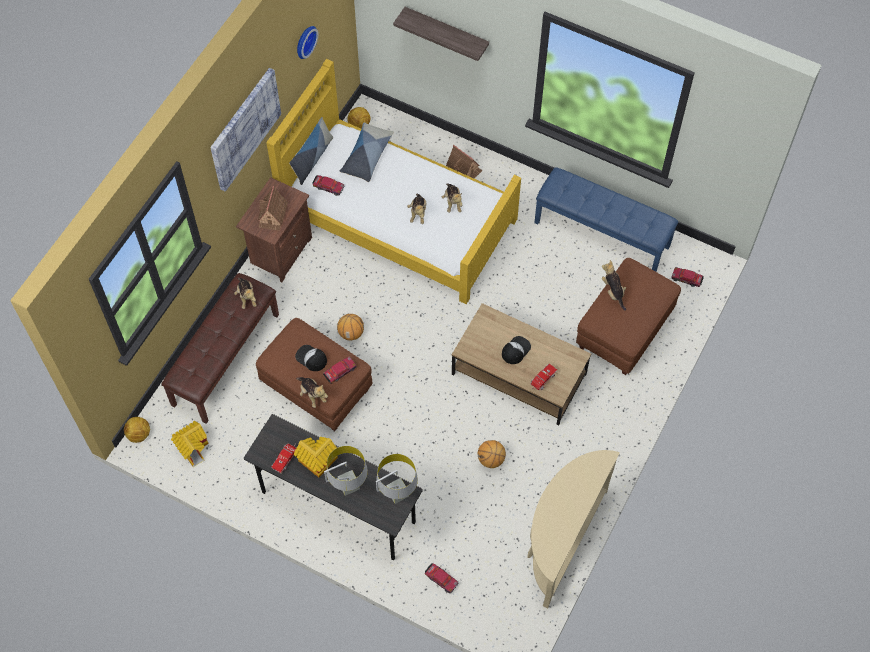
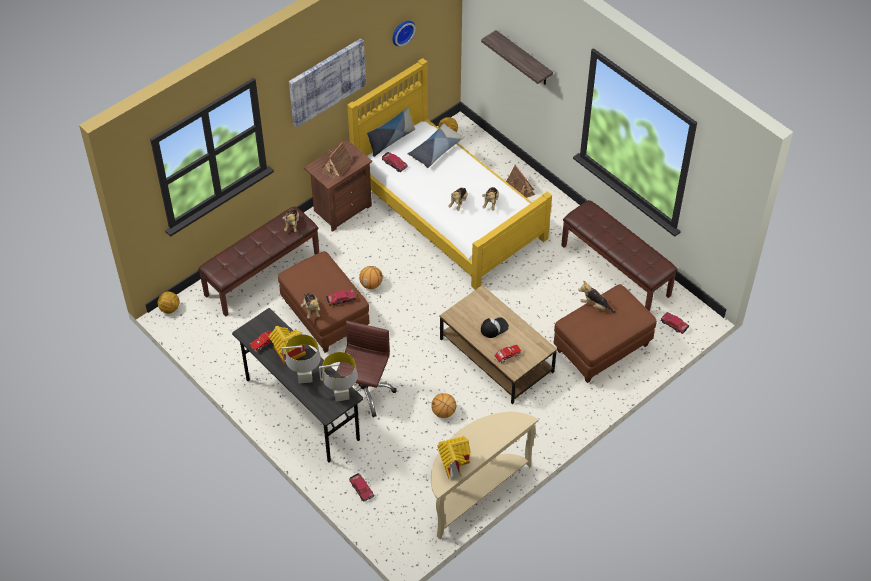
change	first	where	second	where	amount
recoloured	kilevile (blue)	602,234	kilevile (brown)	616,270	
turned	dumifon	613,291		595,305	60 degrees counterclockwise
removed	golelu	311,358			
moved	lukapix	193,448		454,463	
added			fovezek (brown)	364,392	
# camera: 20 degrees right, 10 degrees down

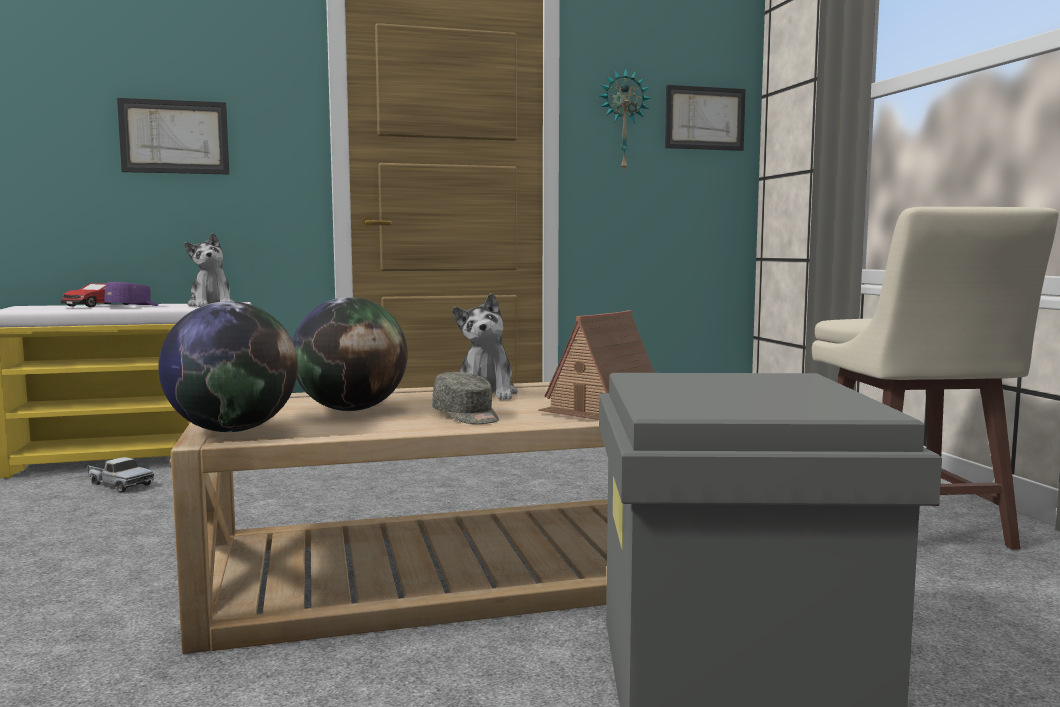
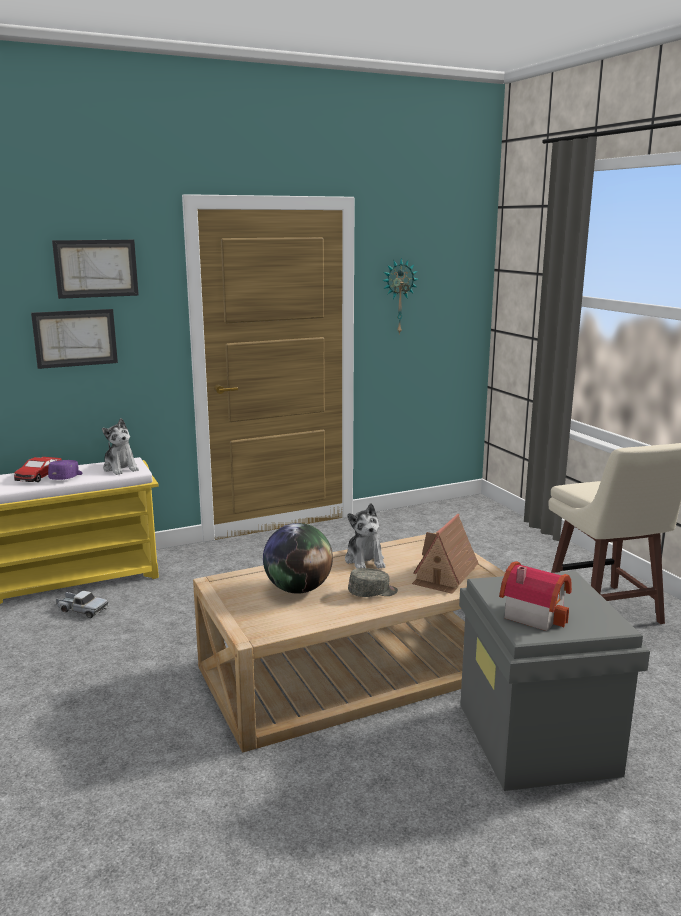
change	first	where	second	where	amount
moved	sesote	704,118		96,268	
removed	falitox	232,430			
turned	golelu (grey)	467,416		373,592	60 degrees counterclockwise
added			lukapix	533,613	
# camera: 10 degrees left, 10 degrees up

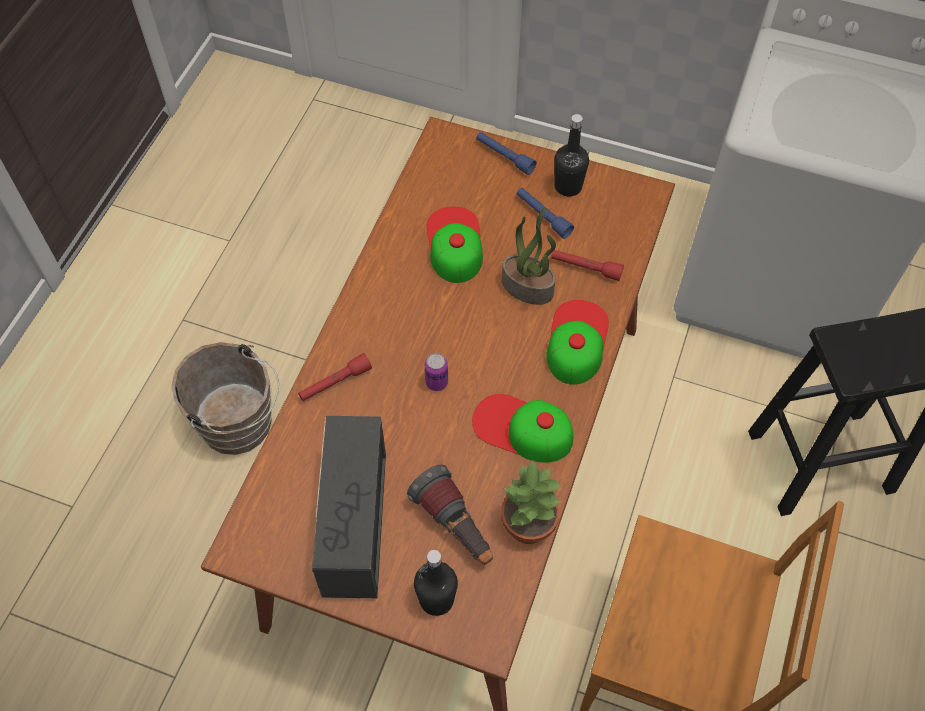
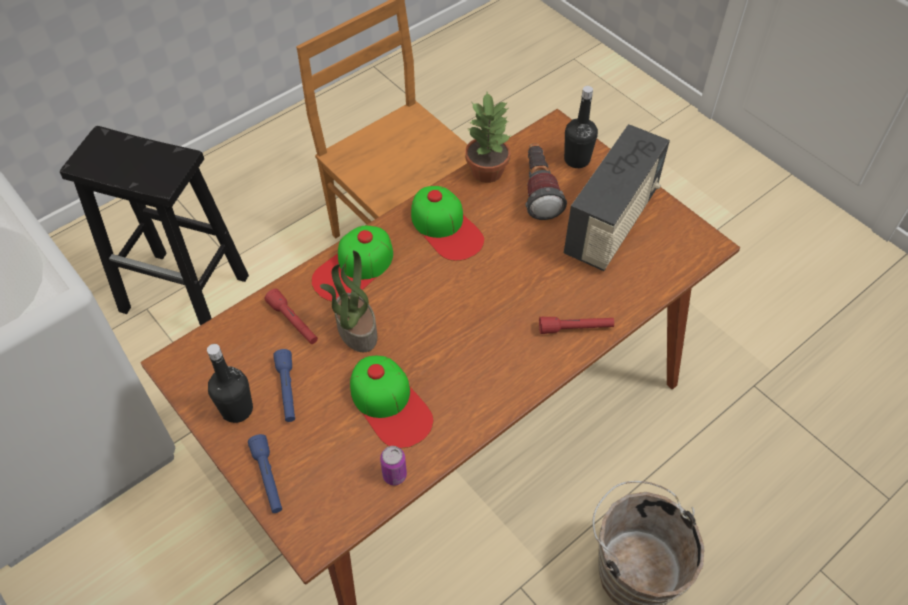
change	first	where	second	where	amount
turned	golelu	454,244		390,404	60 degrees counterclockwise
moved	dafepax	436,382		394,475	
# camera: 150 degrees left, 5 degrees down

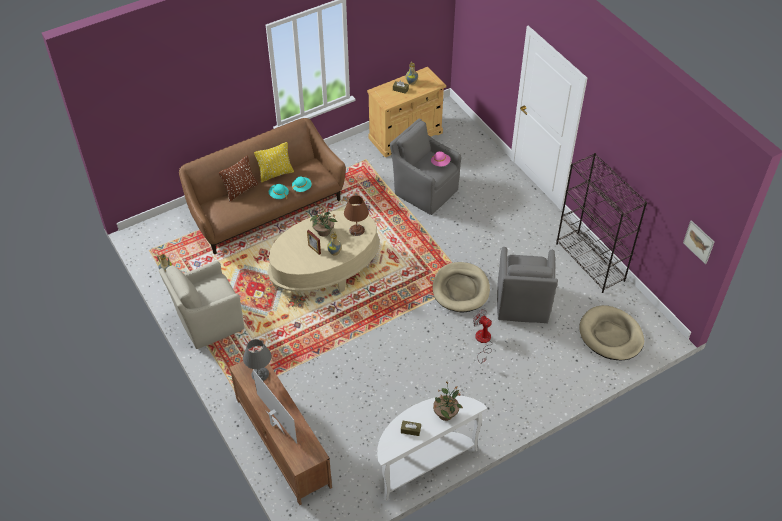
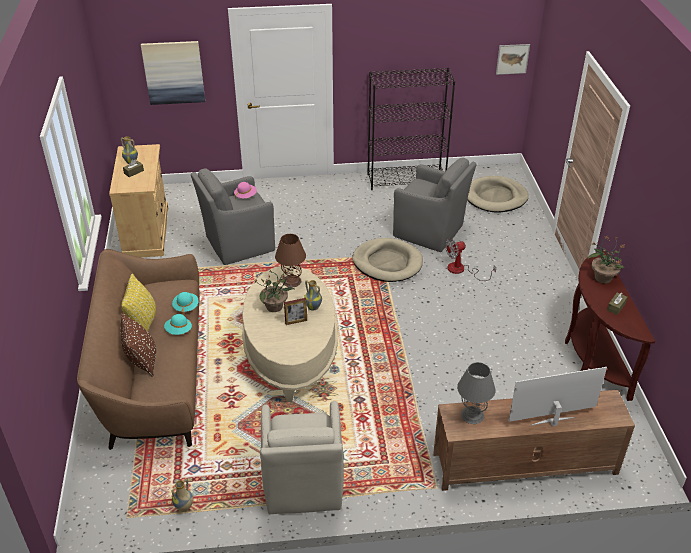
change	first	where	second	where	amount
recoloured	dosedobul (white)	424,462	dosedobul (brown)	593,357	
added			sesote	173,72	
# camera: 65 degrees left, 10 degrees down

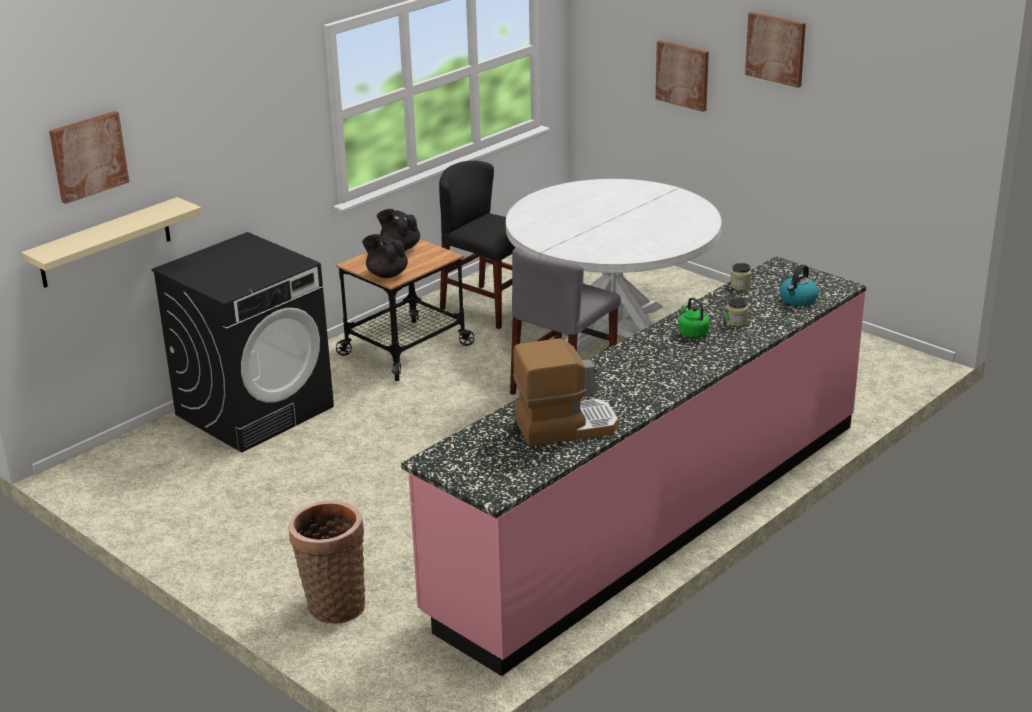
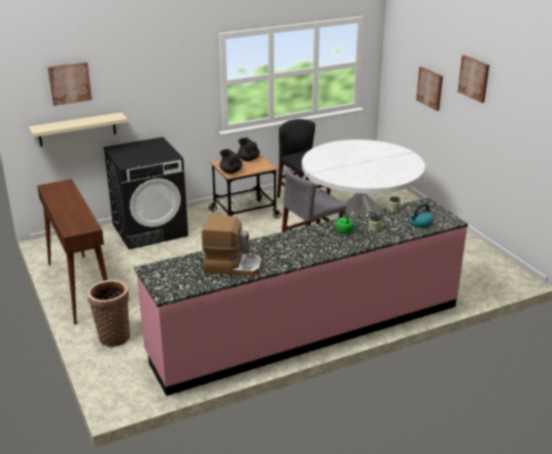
change	first	where	second	where	amount
added			dosedobul (brown)	79,287	
# camera: 20 degrees right, 0 degrees up

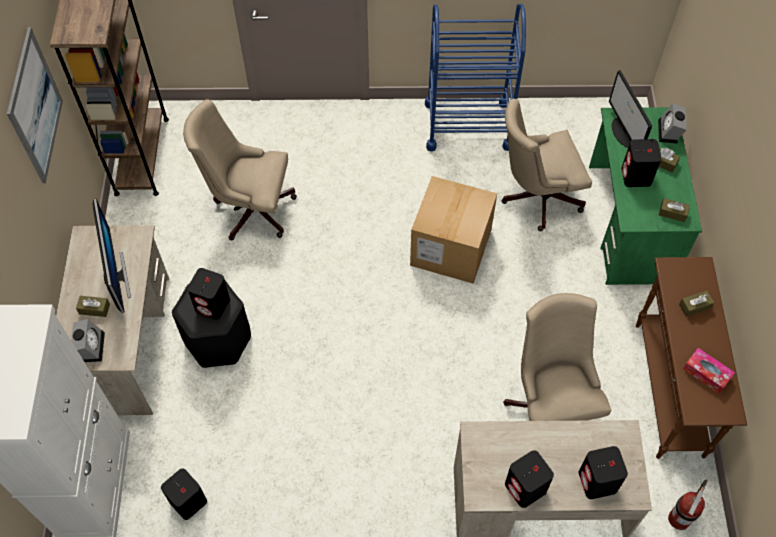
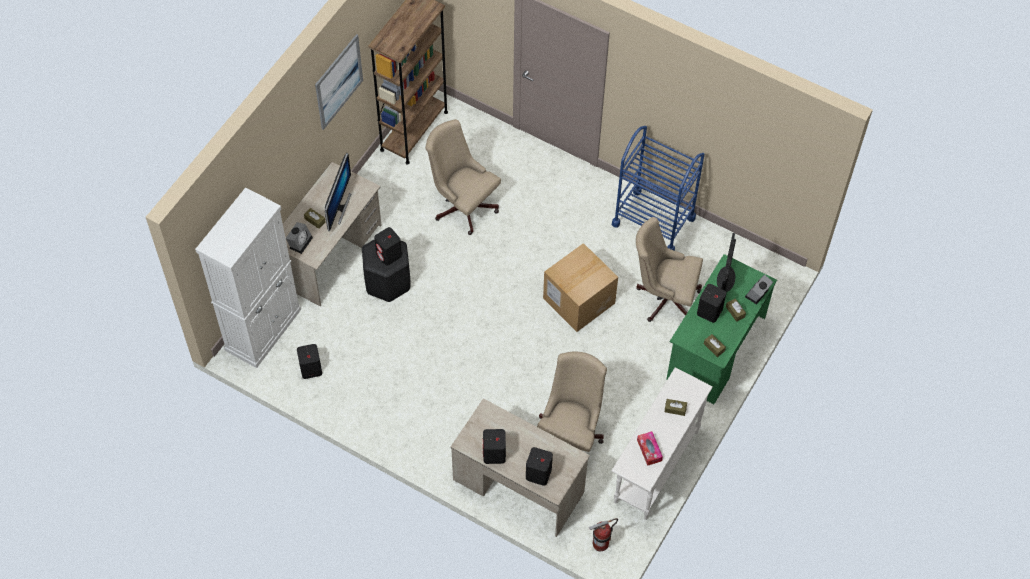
change	first	where	second	where	amount
recoloured	dosedobul (brown)	668,389	dosedobul (white)	655,467	
# camera: 30 degrees right, 0 degrees up

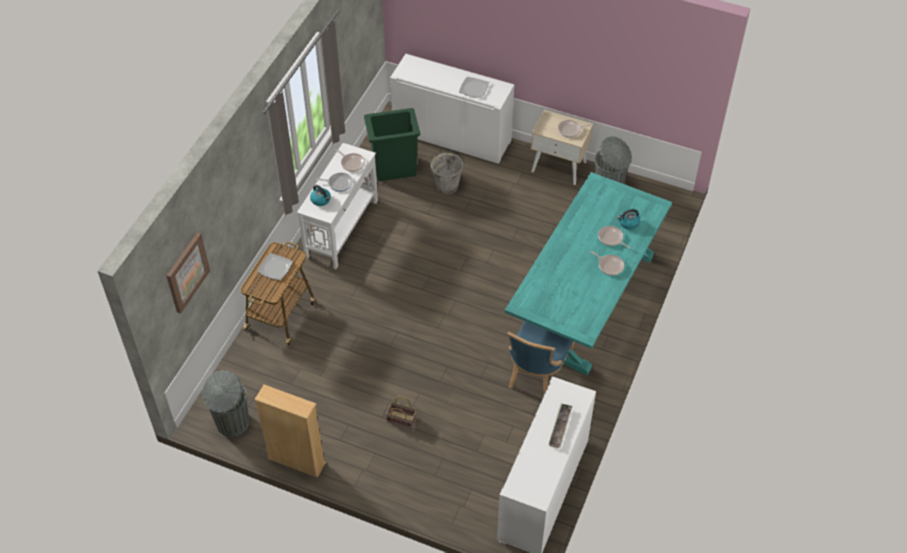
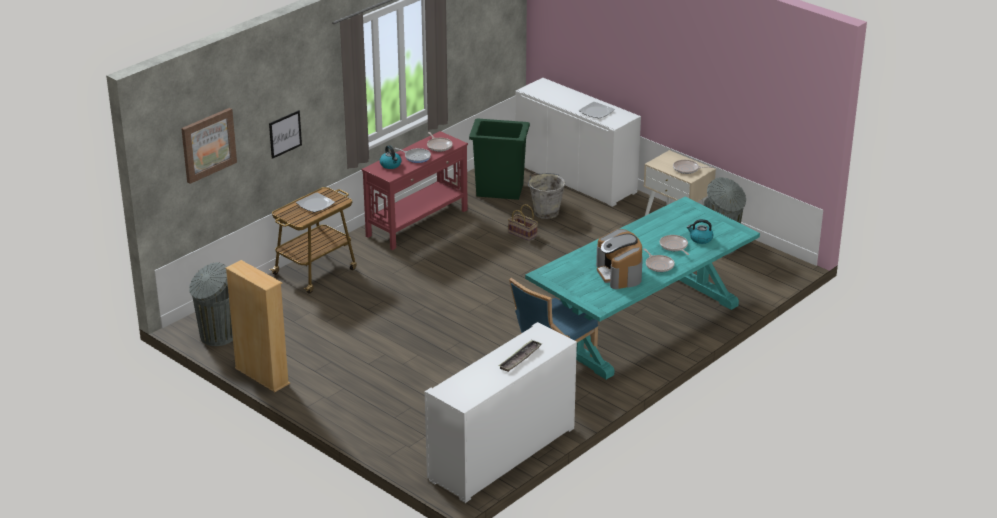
change	first	where	second	where	amount
recoloured	dosedobul (white)	342,229	dosedobul (red)	418,223	
moved	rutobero	402,419		523,234	
added			sesote	285,134	
added			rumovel	619,274	
# camera: 20 degrees right, 20 degrees down

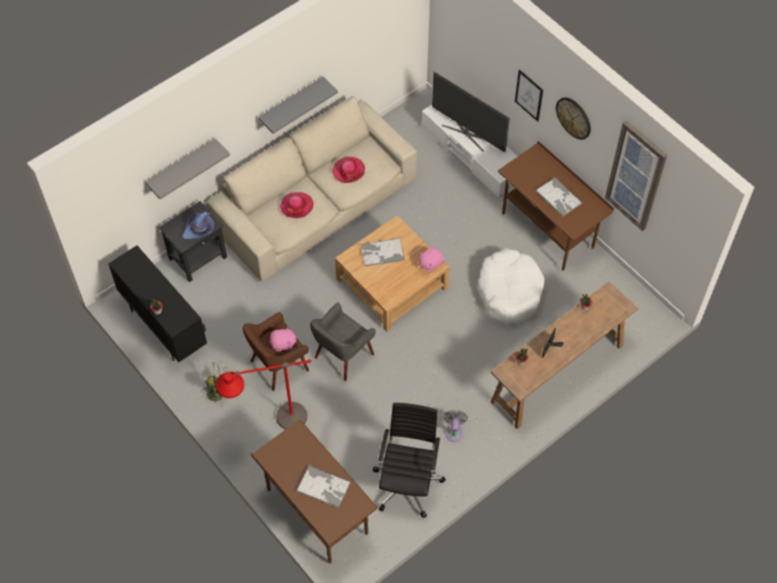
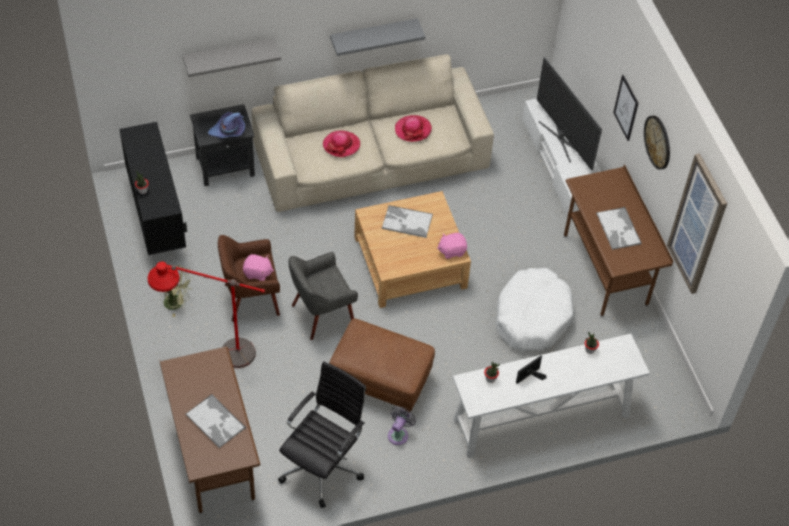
change	first	where	second	where	amount
recoloured	dosedobul (brown)	556,374	dosedobul (white)	540,418	
added			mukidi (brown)	380,381	
# camera: 20 degrees right, 5 degrees down

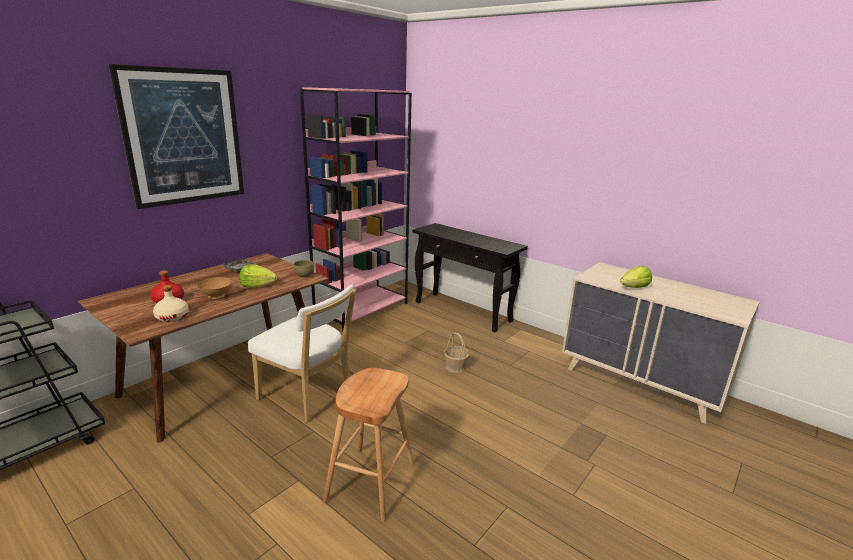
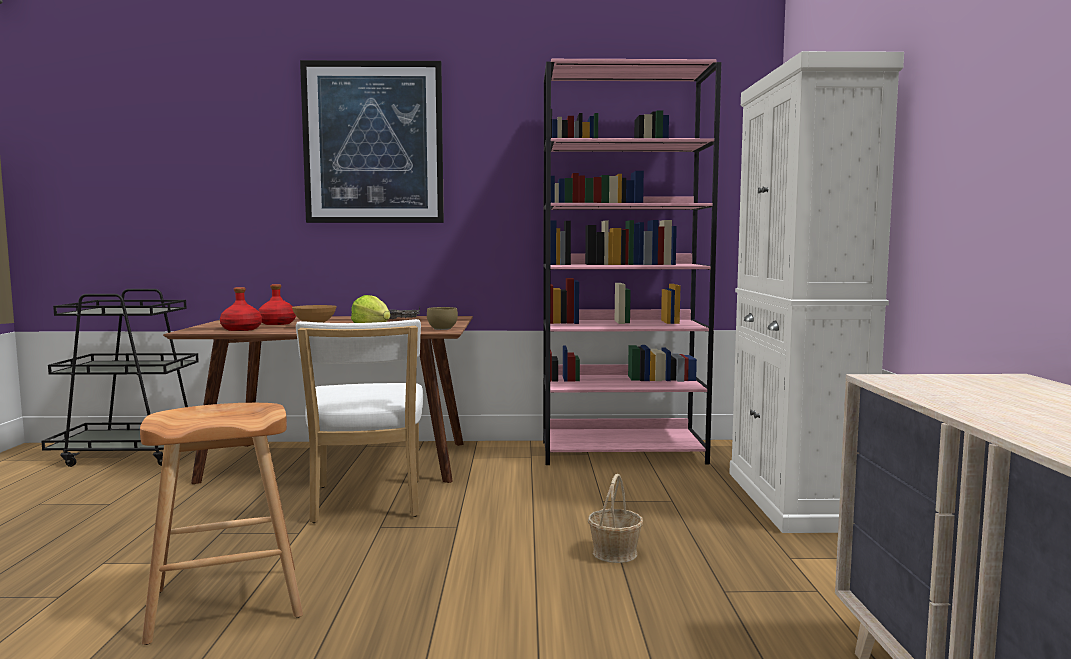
change	first	where	second	where	amount
replaced	dosedobul (black)	463,312	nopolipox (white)	794,500	
removed	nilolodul	634,287			
recoloured	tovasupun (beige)	172,317	tovasupun (red)	242,329	
# camera: 50 degrees right, 15 degrees down

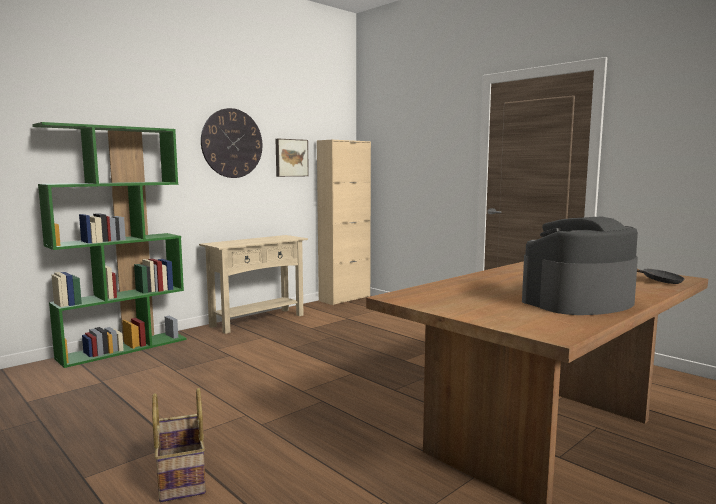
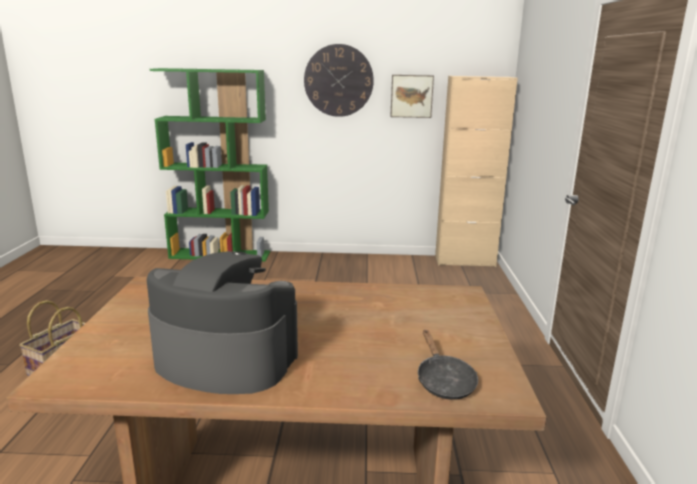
change	first	where	second	where	amount
removed	dosedobul (beige)	258,320			
# camera: 45 degrees right, 10 degrees up

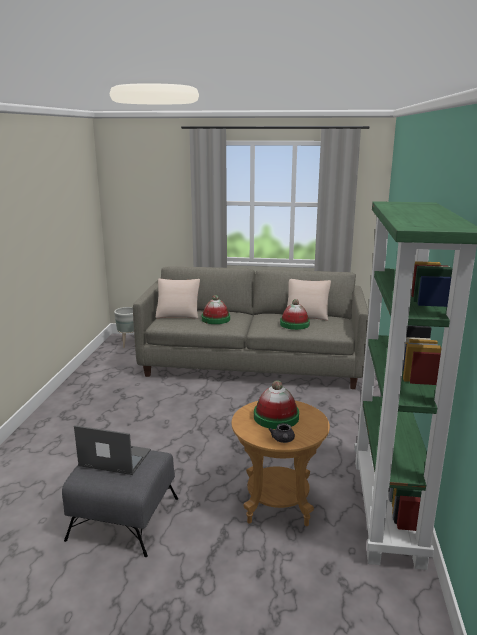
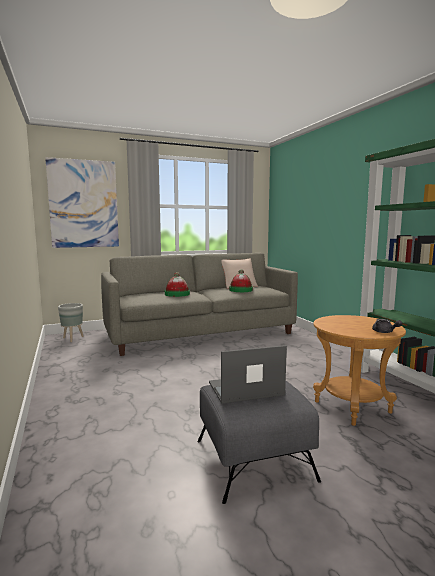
change	first	where	second	where	amount
removed	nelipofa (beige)	178,314			
removed	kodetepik	276,417			
added			sesote	83,204	
# camera: 30 degrees left, 10 degrees down

